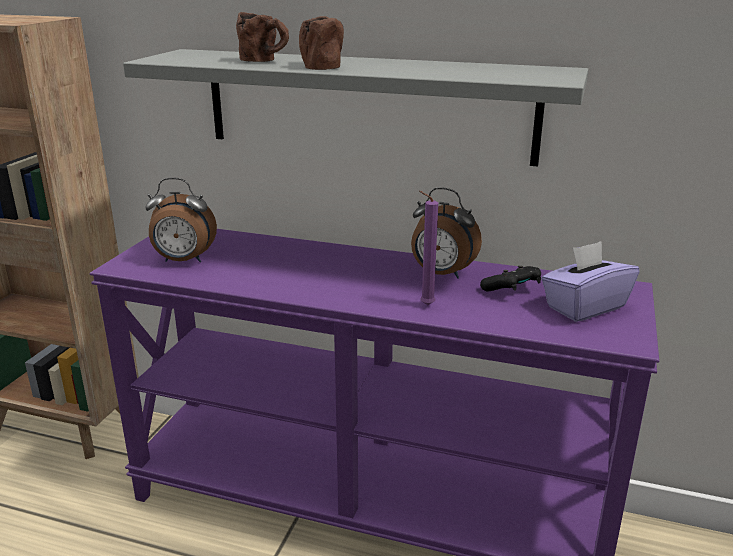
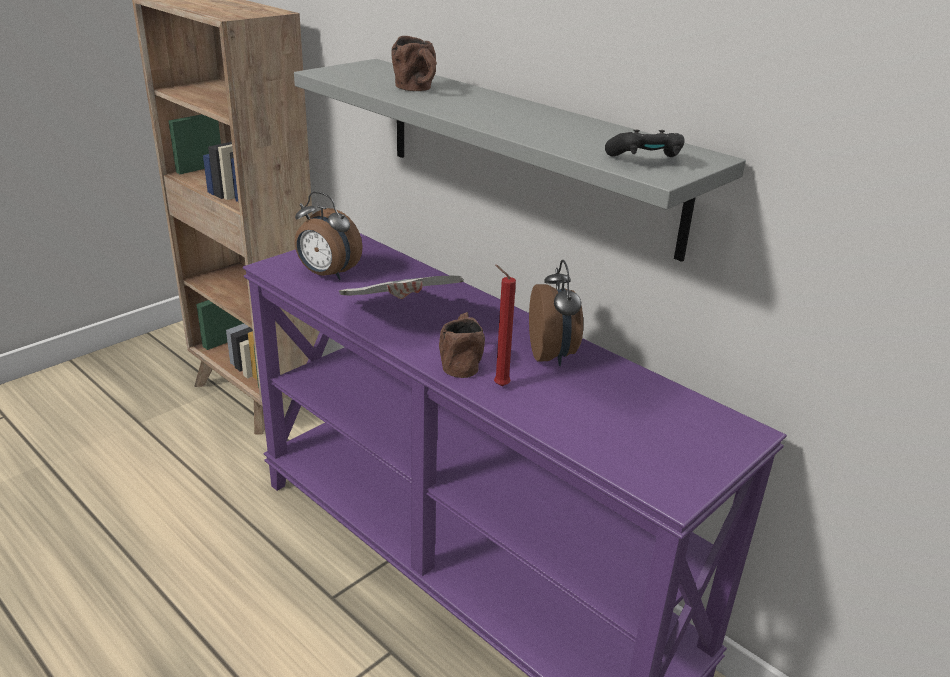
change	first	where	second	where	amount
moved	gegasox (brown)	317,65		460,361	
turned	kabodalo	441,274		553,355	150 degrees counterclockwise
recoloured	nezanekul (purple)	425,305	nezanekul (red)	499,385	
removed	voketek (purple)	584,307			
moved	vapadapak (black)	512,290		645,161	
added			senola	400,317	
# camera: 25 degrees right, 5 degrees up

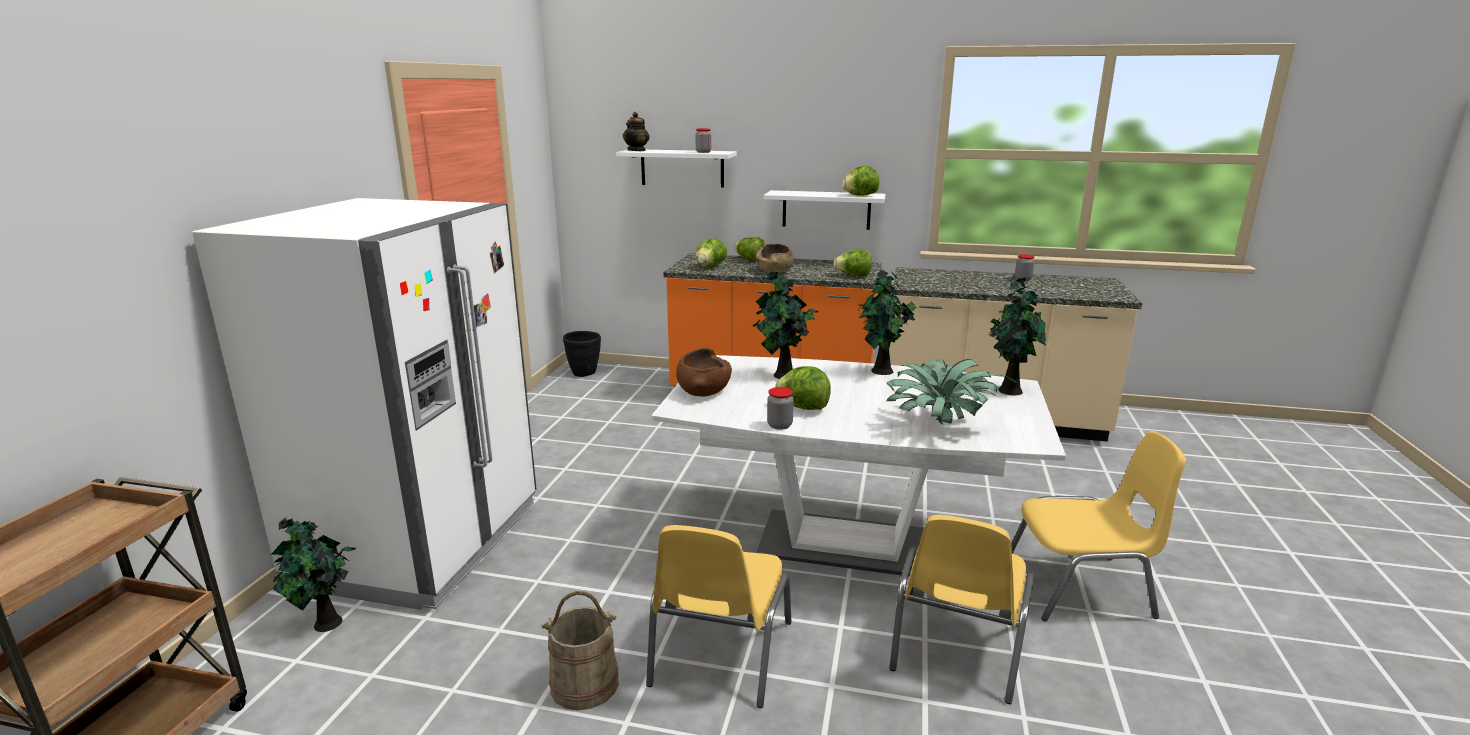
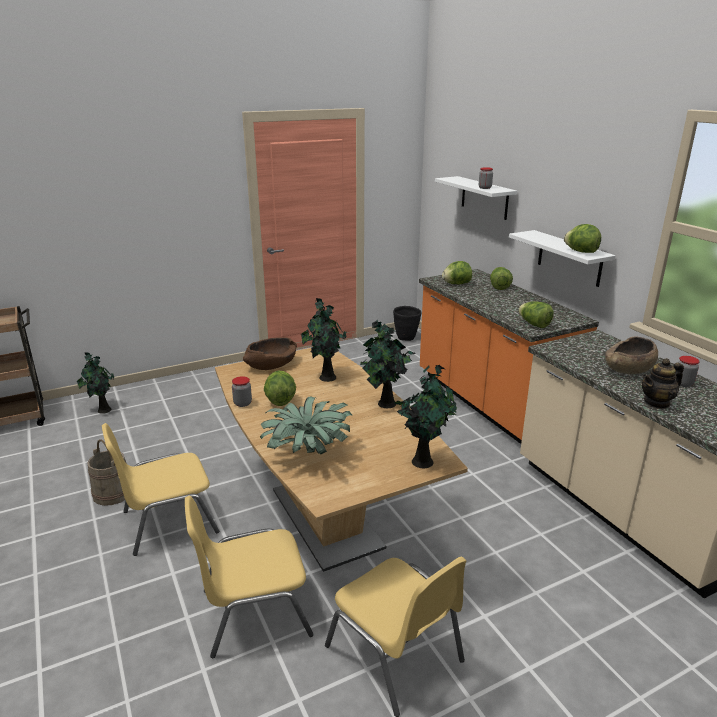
change	first	where	second	where	amount
moved	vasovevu	637,150		657,403	
removed	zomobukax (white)	421,543			
moved	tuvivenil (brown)	775,271		629,369	
recoloured	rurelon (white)	846,544	rurelon (brown)	326,518	
# camera: 50 degrees right, 5 degrees up

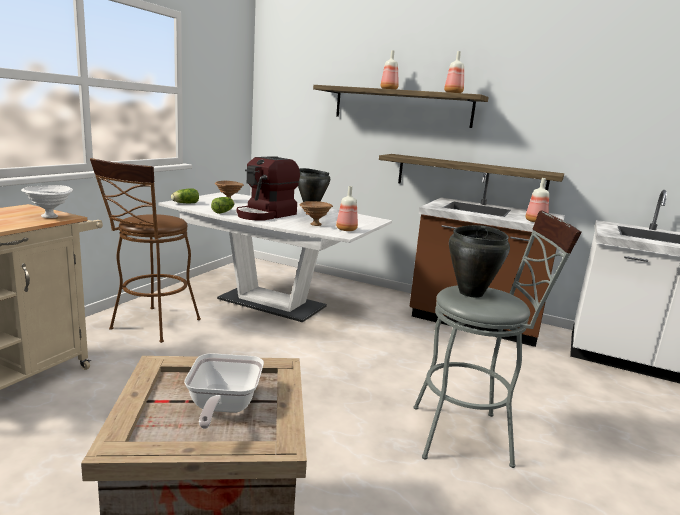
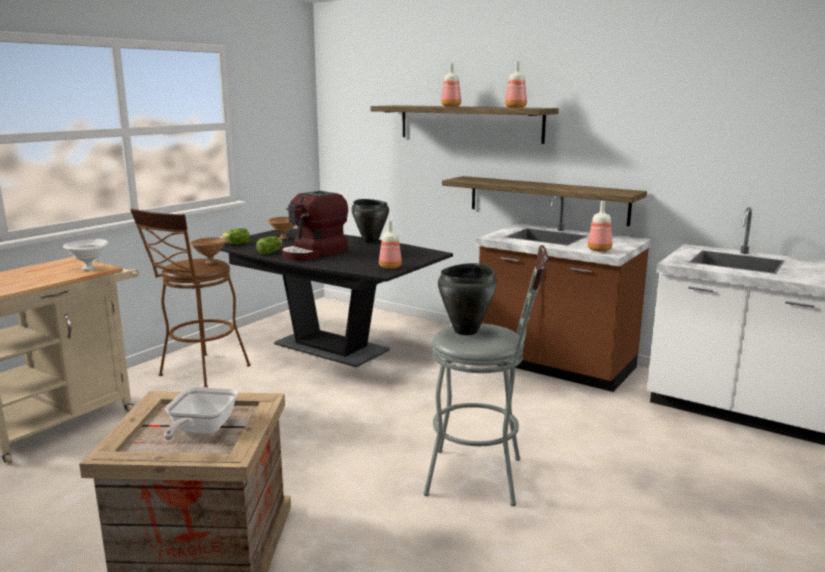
change	first	where	second	where	amount
recoloured	rurelon (white)	272,303	rurelon (black)	331,347	
moved	tuvivenil (brown)	315,224		210,263	
# camera: 10 degrees right, 0 degrees up

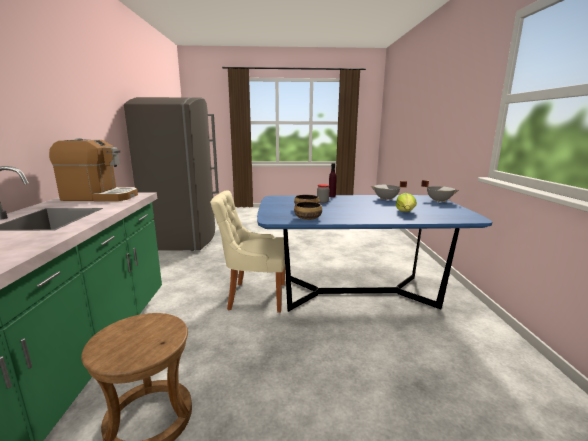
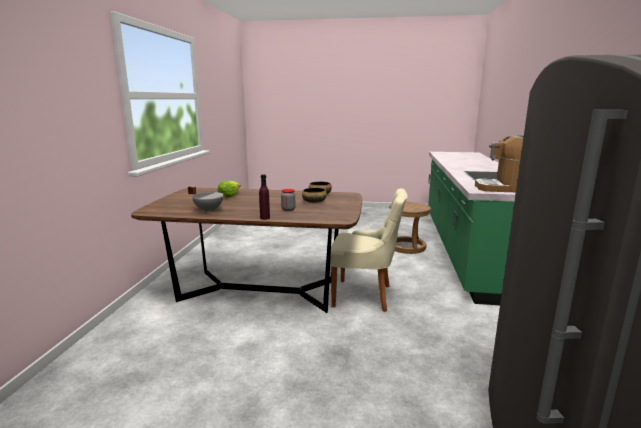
change	first	where	second	where	amount
removed	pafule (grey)	439,201			
recoloured	rurelon (blue)	357,293	rurelon (brown)	259,291	
# camera: 170 degrees left, 0 degrees up

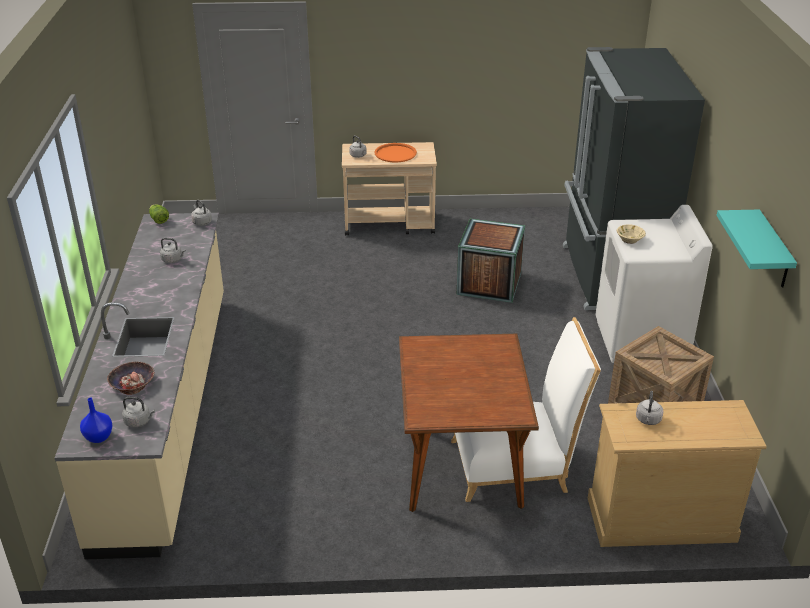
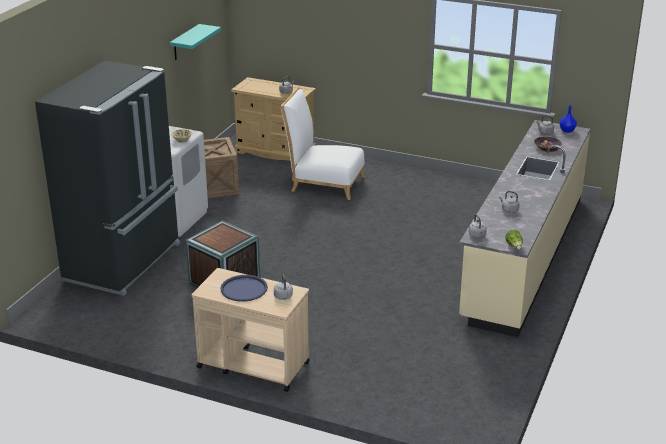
change	first	where	second	where	amount
recoloured	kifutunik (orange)	395,153	kifutunik (blue)	244,289	
removed	rurelon (brown)	461,462			
# camera: 155 degrees left, 5 degrees down

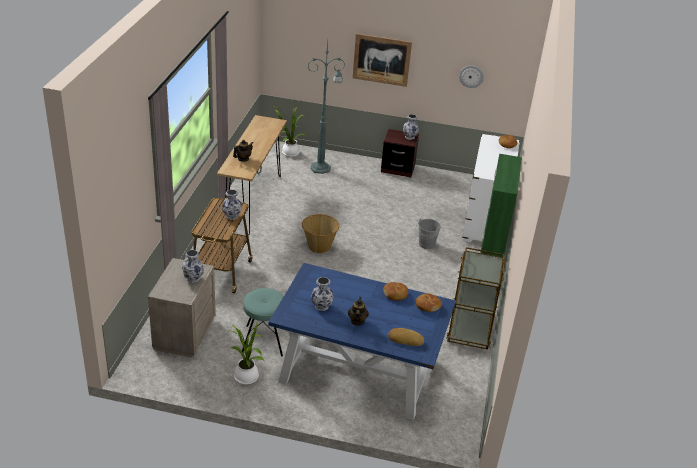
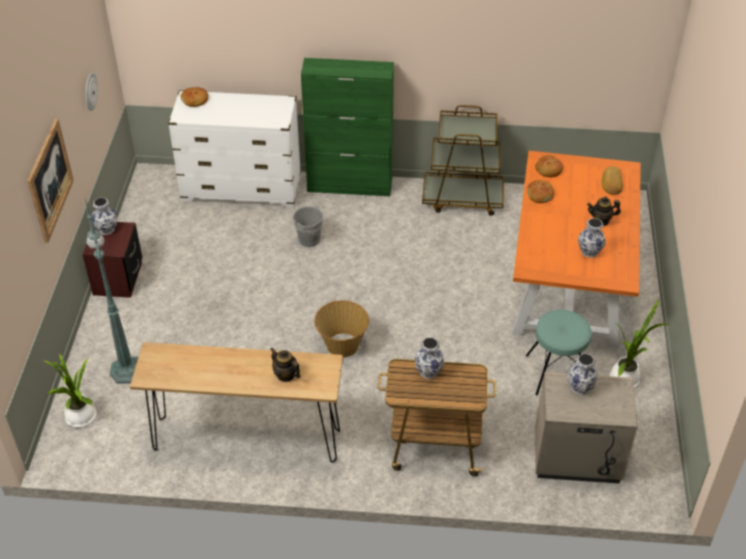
change	first	where	second	where	amount
recoloured	rurelon (blue)	357,370	rurelon (orange)	569,283	
# camera: 95 degrees left, 10 degrees up

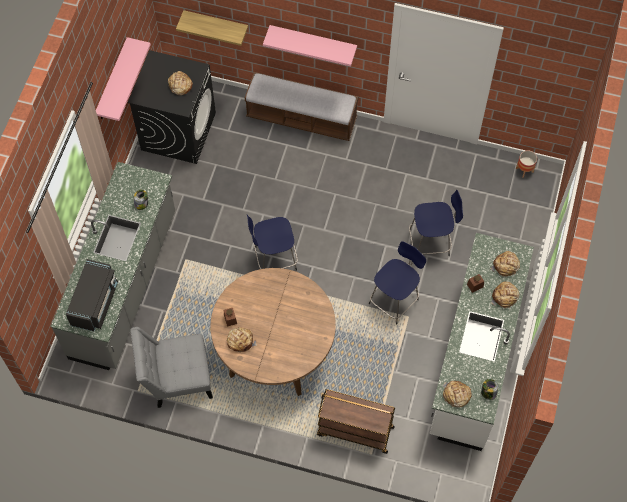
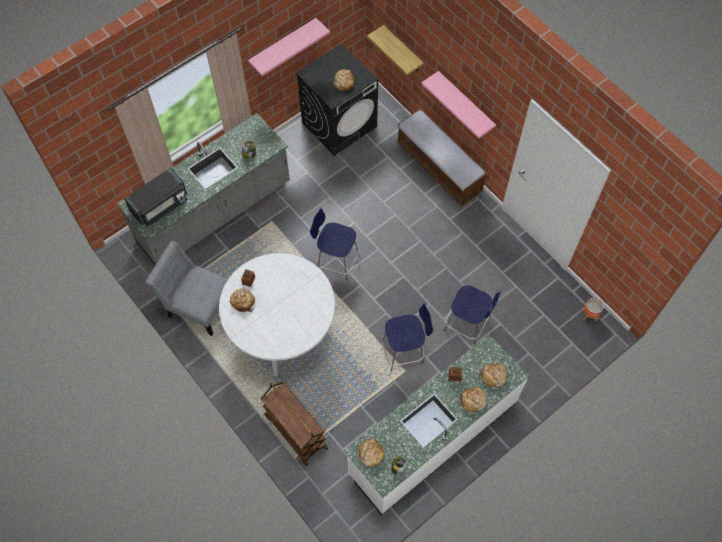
change	first	where	second	where	amount
recoloured	rurelon (brown)	275,353	rurelon (white)	282,332	
# camera: 35 degrees right, 0 degrees up

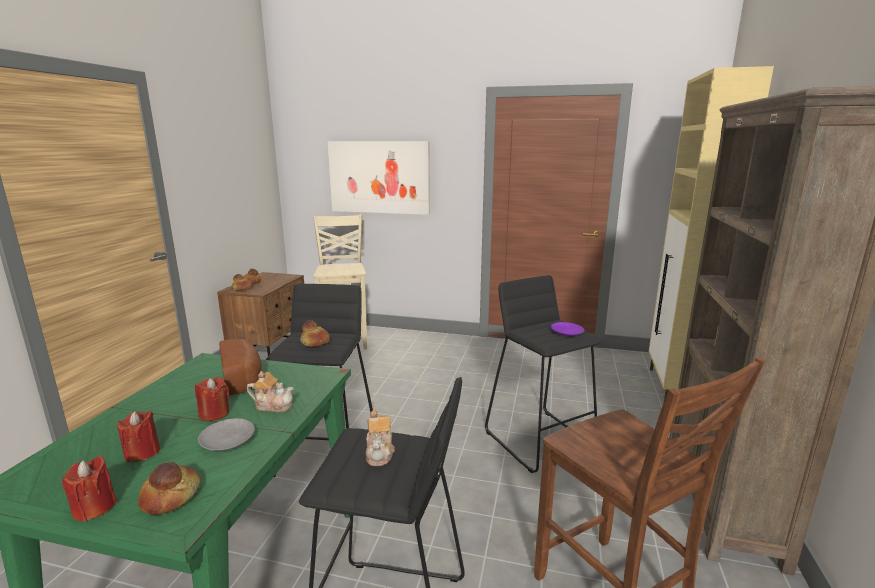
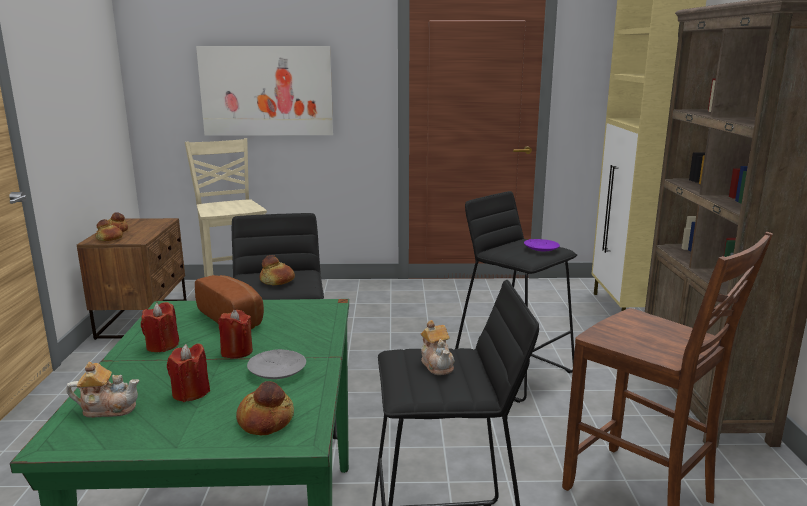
change	first	where	second	where	amount
moved	vasovevu	273,405		108,408	
moved	nezanekul (red)	94,507		162,346	
# camera: 15 degrees left, 0 degrees up

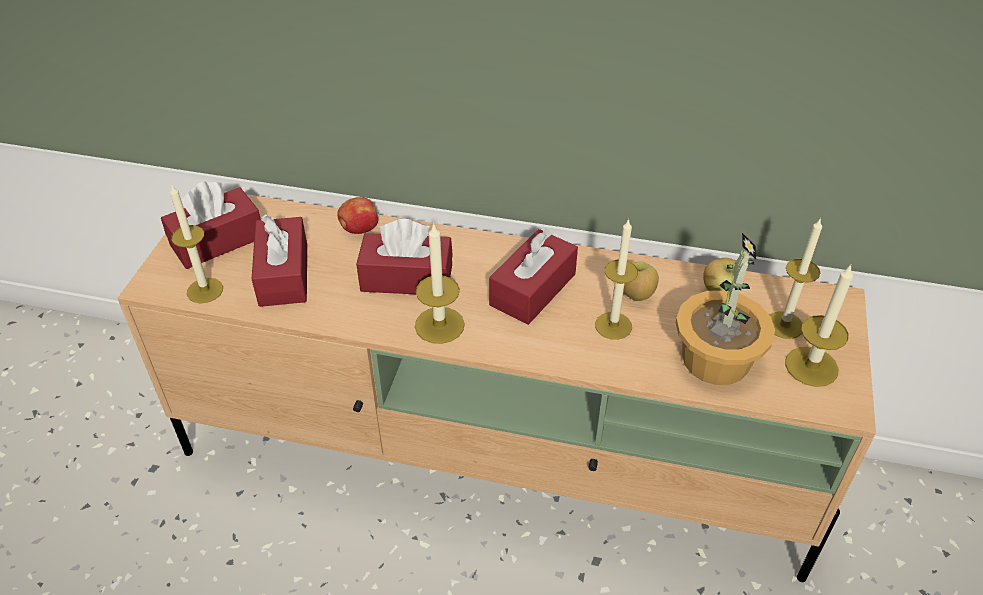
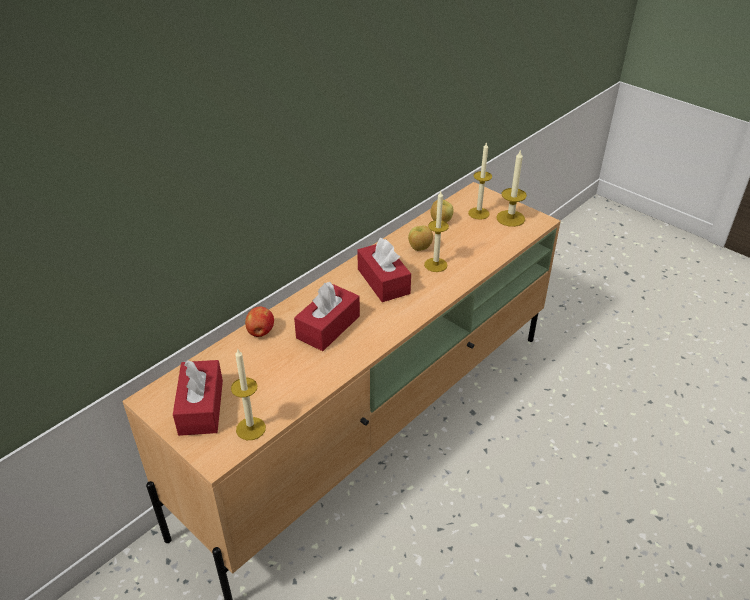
change	first	where	second	where	amount
removed	voketek (red)	283,274			
removed	nezanekul	439,325			
removed	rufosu	714,359			
# camera: 60 degrees left, 5 degrees down

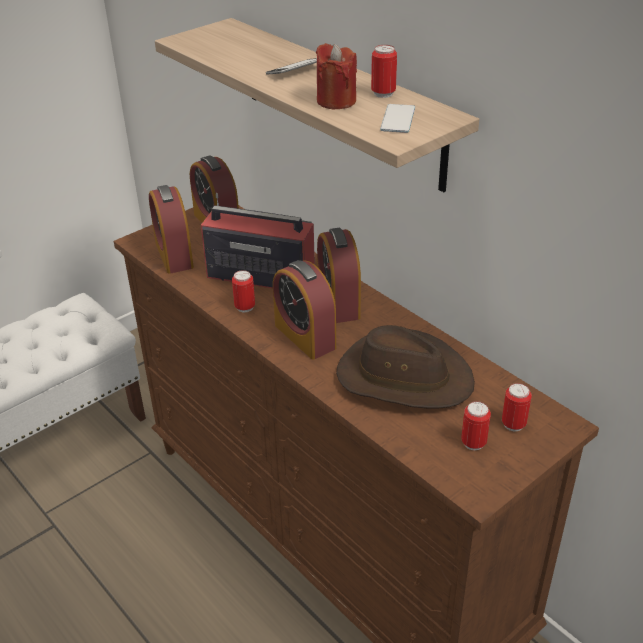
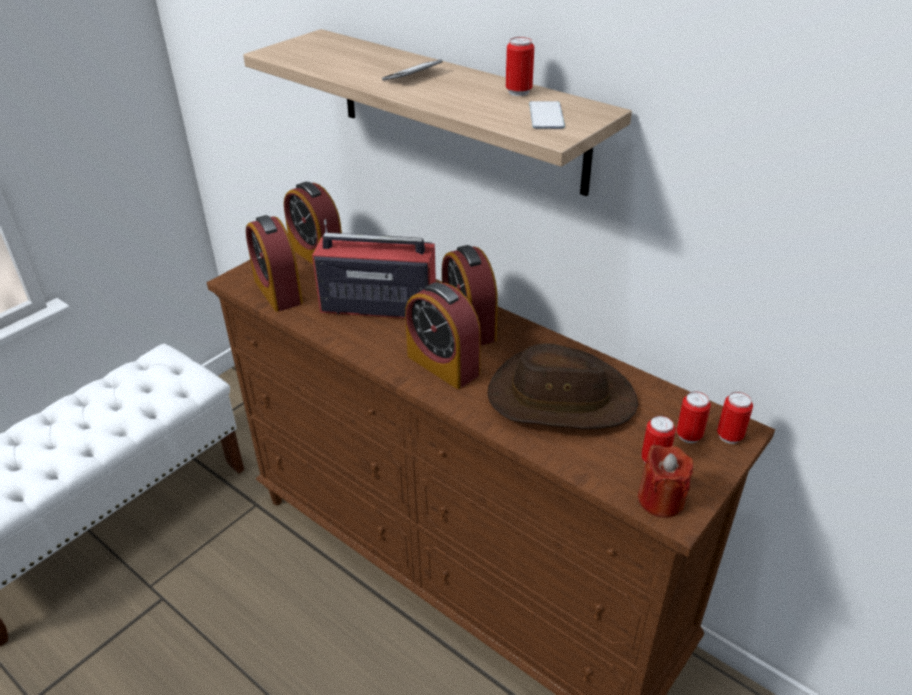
change	first	where	second	where	amount
moved	nezanekul (red)	336,101		660,500	
moved	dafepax	245,307		729,436	
# camera: 10 degrees left, 0 degrees up

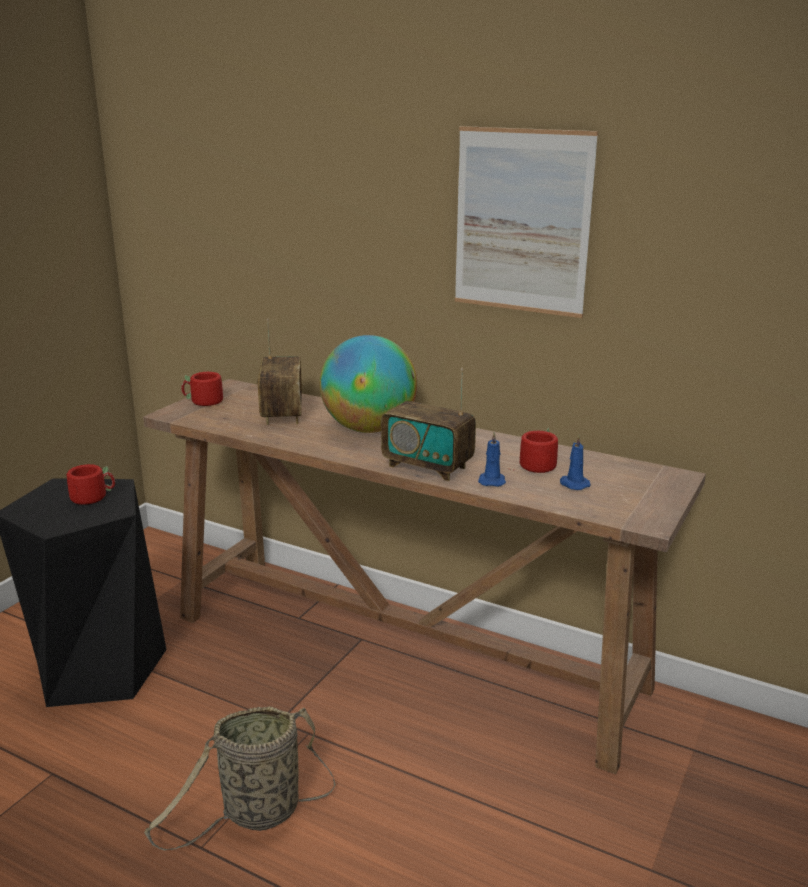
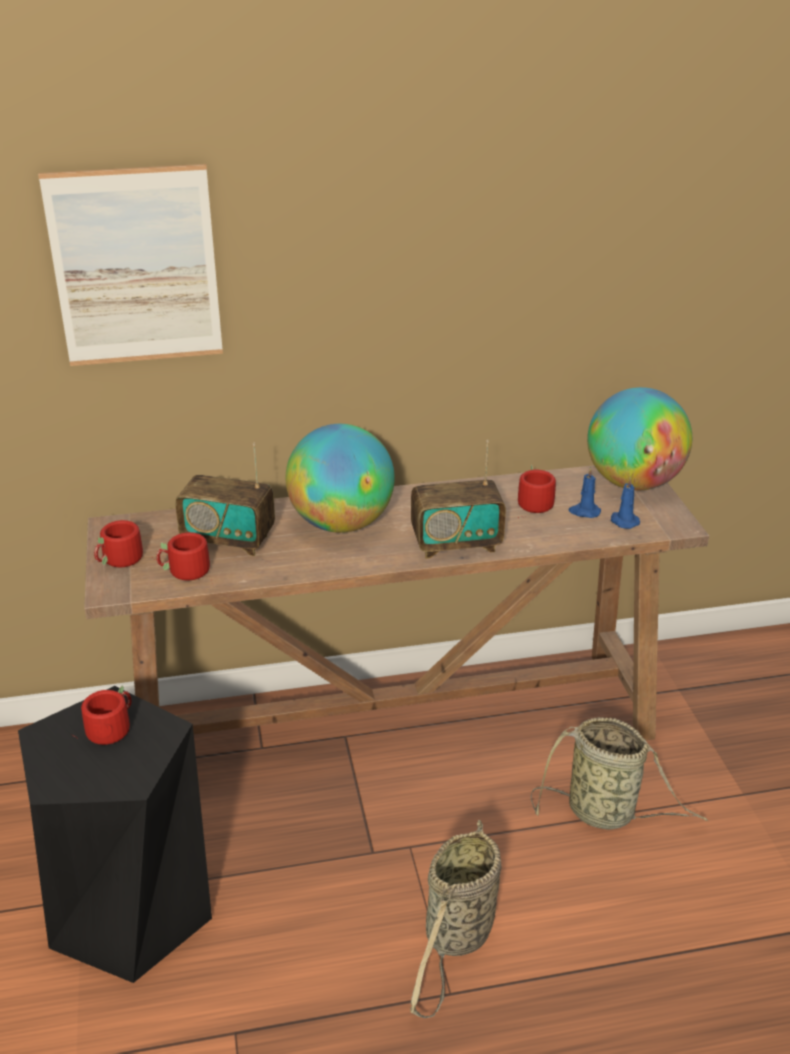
change	first	where	second	where	amount
moved	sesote	522,222		135,267	
turned	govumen	282,413		228,540	150 degrees clockwise
moved	nezanekul (blue)	491,481		623,521	
added			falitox	633,483	
added			gegasox (red)	185,573	
added			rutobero	606,813	
# camera: 40 degrees left, 10 degrees up

